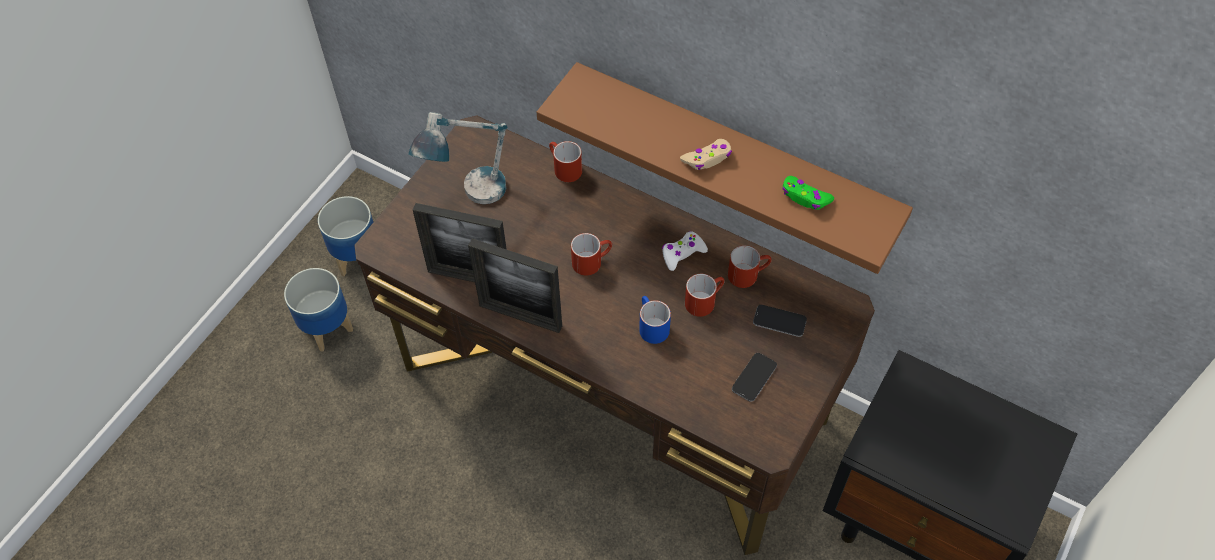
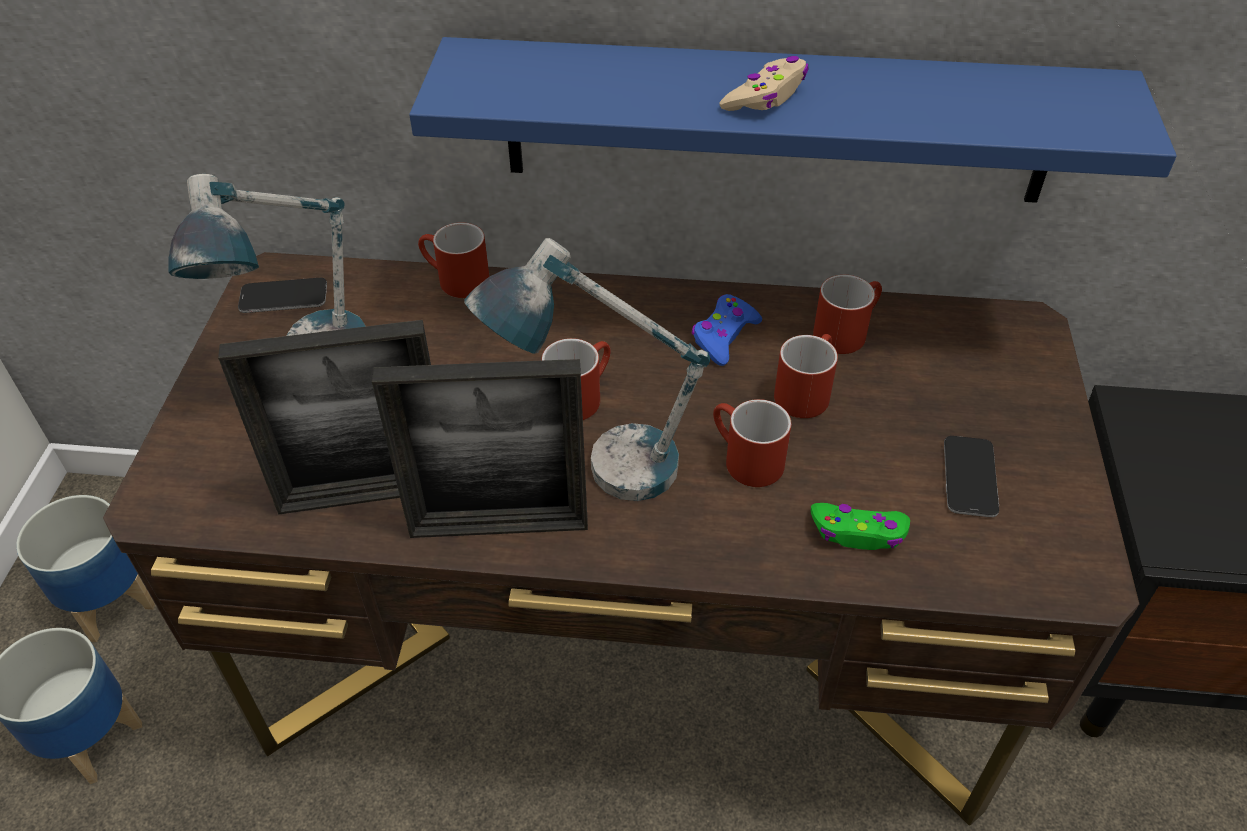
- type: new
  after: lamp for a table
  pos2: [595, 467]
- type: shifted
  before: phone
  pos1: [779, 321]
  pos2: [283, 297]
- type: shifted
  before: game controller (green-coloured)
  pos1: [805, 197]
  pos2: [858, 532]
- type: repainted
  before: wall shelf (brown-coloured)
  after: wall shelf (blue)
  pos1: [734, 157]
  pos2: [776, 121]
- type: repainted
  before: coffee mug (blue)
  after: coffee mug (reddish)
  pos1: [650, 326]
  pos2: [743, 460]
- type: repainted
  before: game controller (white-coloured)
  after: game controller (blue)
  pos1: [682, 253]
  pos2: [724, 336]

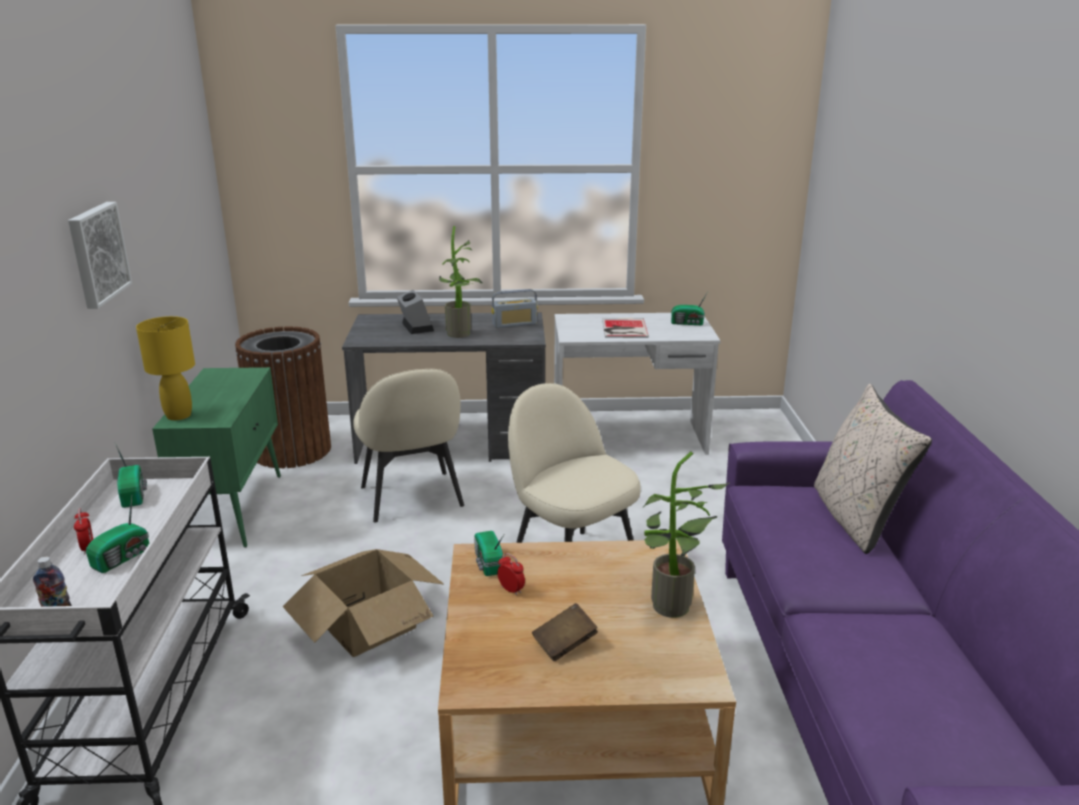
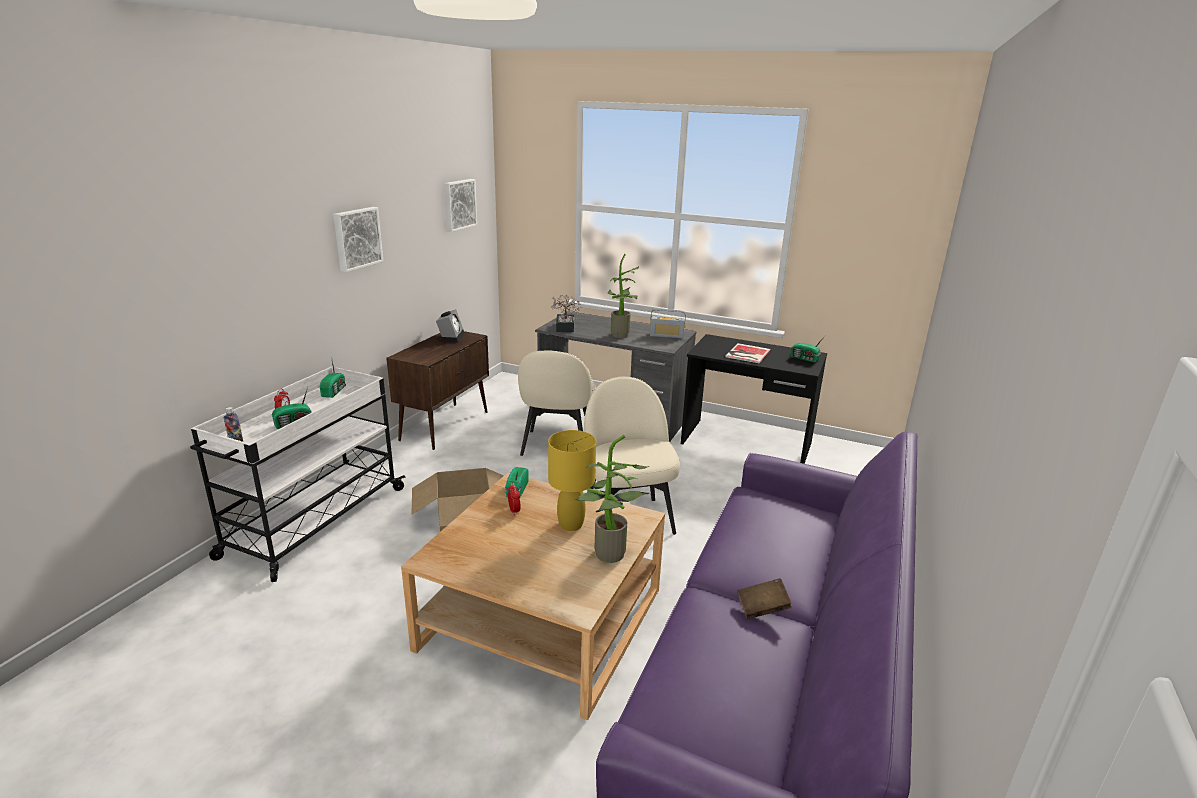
- type: gone
  before: rubbish bin (brown-coloured)
  pos1: [291, 450]
- type: gone
  before: pillow (beige)
  pos1: [855, 518]
- type: new
  after: wall art
  pos2: [458, 204]
- type: new
  after: houseplant
  pos2: [564, 329]
- type: shifted
  before: lamp for a table (yellowish)
  pos1: [179, 415]
  pos2: [571, 524]
- type: shifted
  before: alarm clock
  pos1: [415, 327]
  pos2: [451, 337]
- type: shifted
  before: volume (brown-coloured)
  pos1: [564, 644]
  pos2: [762, 608]
- type: repainted
  before: cupboard (green-coloured)
  after: cupboard (brown-coloured)
  pos1: [234, 509]
  pos2: [445, 425]
- type: repainted
  before: desk unit (white-coloured)
  after: desk unit (black-coloured)
  pos1: [629, 439]
  pos2: [746, 444]

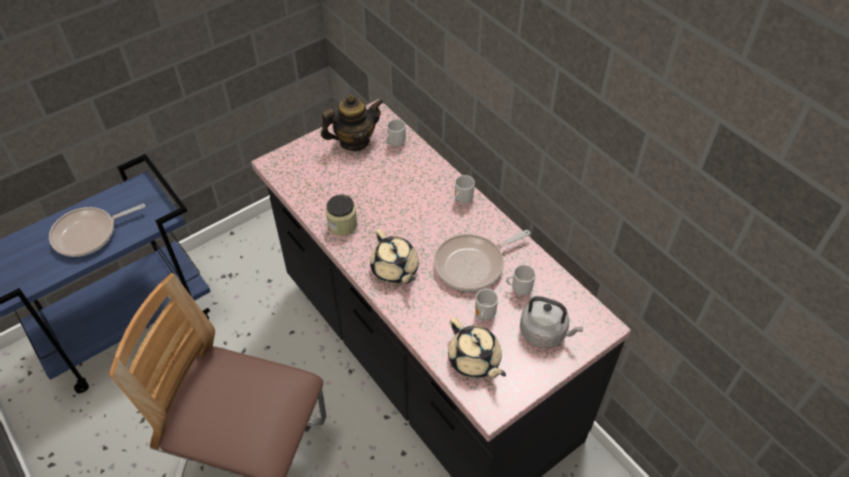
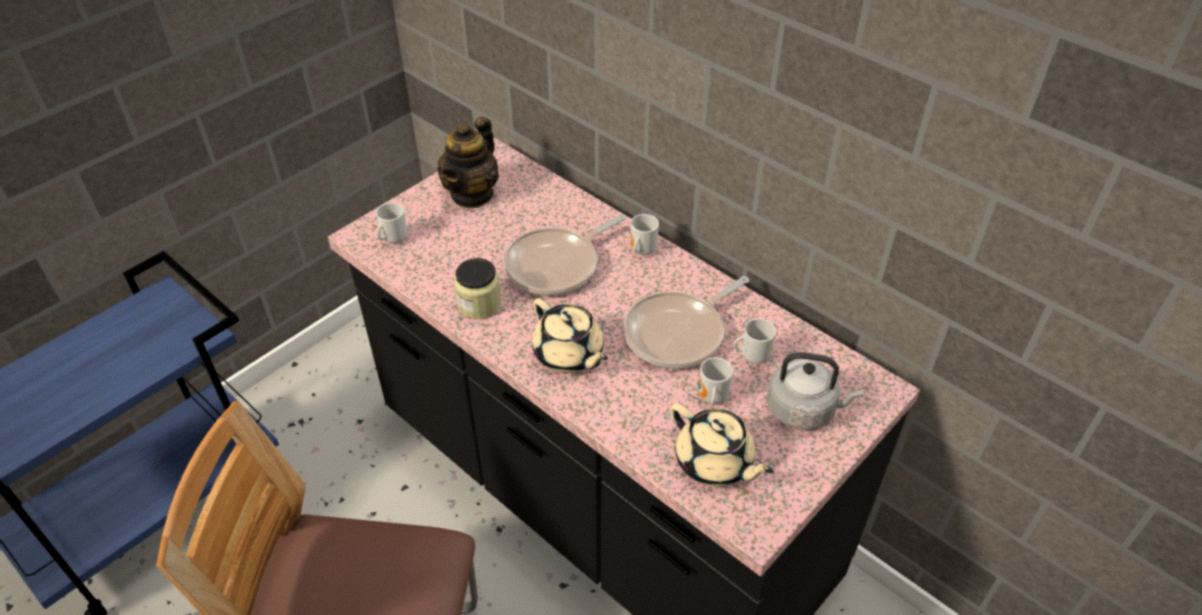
- type: shifted
  before: pan
  pos1: [89, 234]
  pos2: [557, 265]
- type: shifted
  before: coffee mug
  pos1: [395, 143]
  pos2: [393, 239]
- type: rotated
  before: pot for tea
  pos1: [354, 141]
  pos2: [472, 194]
  turn: 150

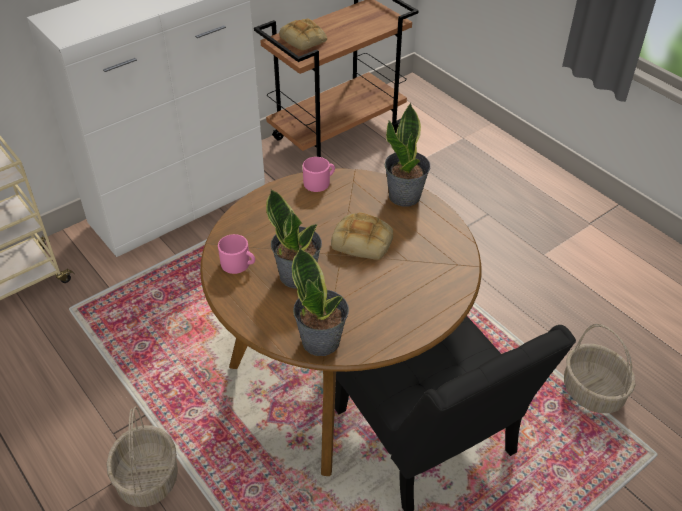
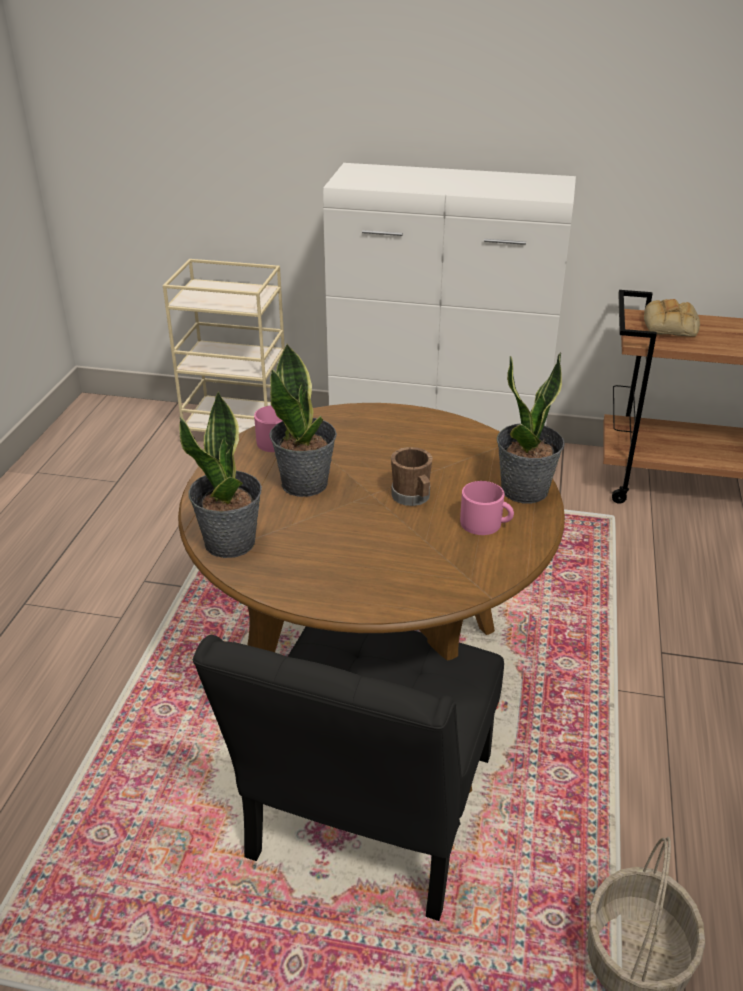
- type: gone
  before: storage basket
  pos1: [147, 478]
- type: shifted
  before: coffee mug (pink)
  pos1: [319, 182]
  pos2: [486, 524]
- type: swapped
  before: bread
  after: coffee mug (brown-coloured)
  pos1: [363, 240]
  pos2: [413, 498]

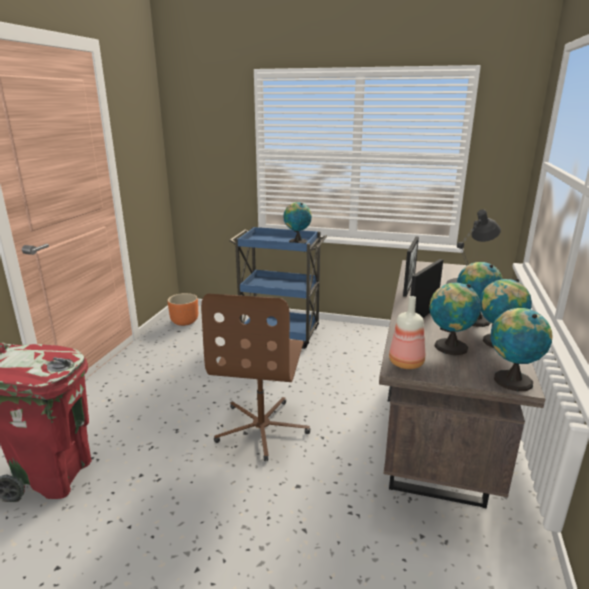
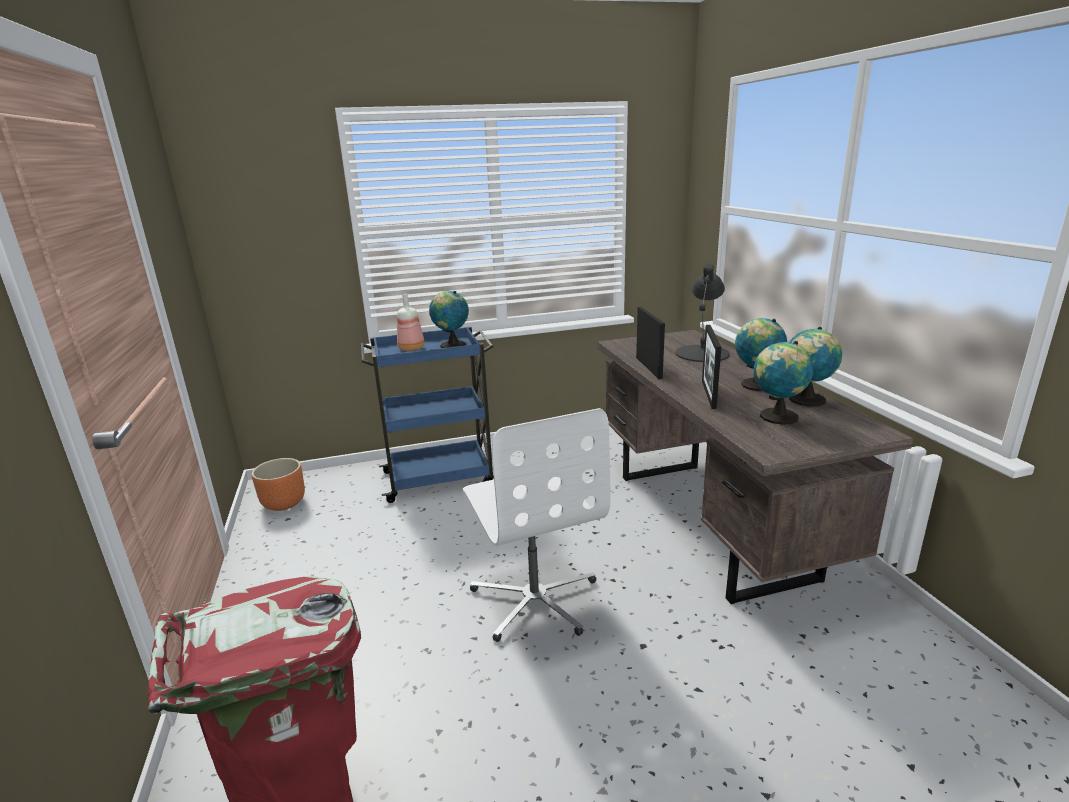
- type: gone
  before: globe
  pos1: [510, 379]
- type: shifted
  before: drink bottle
  pos1: [407, 363]
  pos2: [412, 348]
- type: repainted
  before: computer chair (brown-coloured)
  after: computer chair (white-coloured)
  pos1: [262, 428]
  pos2: [535, 598]

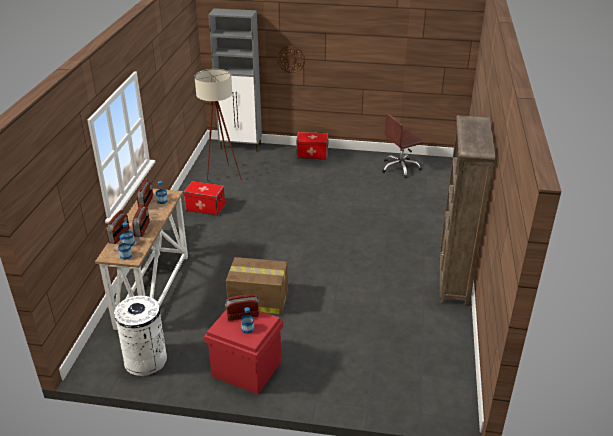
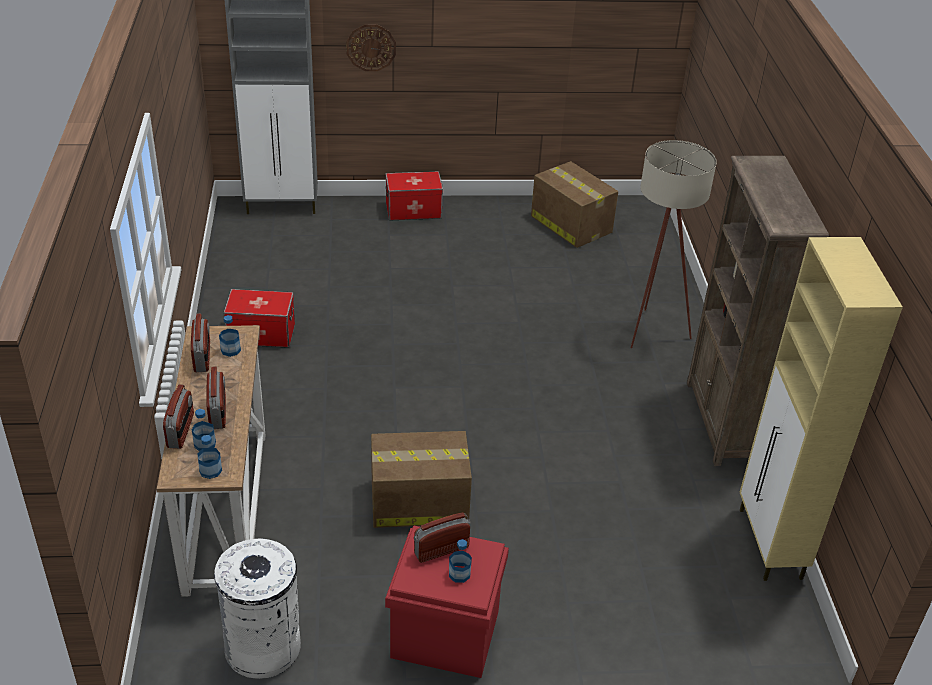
- type: new
  after: cupboard (beige)
  pos2: [770, 544]
- type: shifted
  before: standing lamp (beige)
  pos1: [221, 177]
  pos2: [649, 335]
- type: swapped
  before: computer chair (brown-coloured)
  after: carton
  pos1: [400, 168]
  pos2: [570, 223]

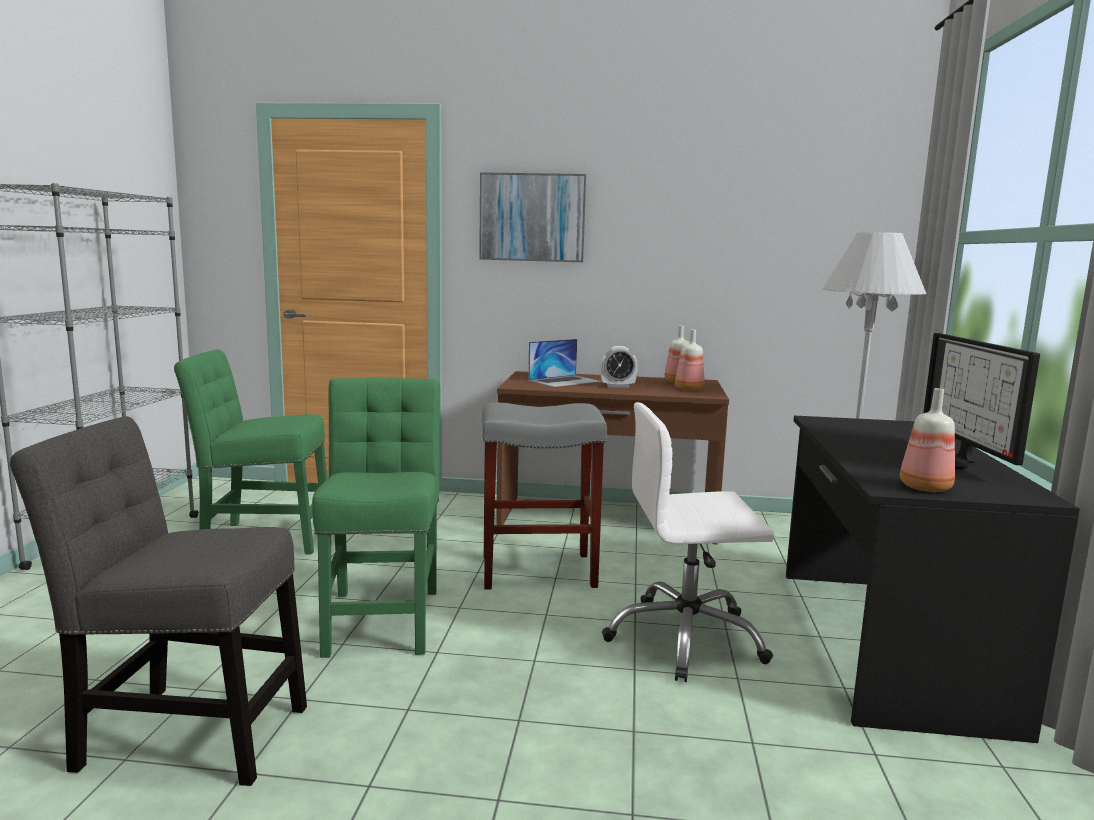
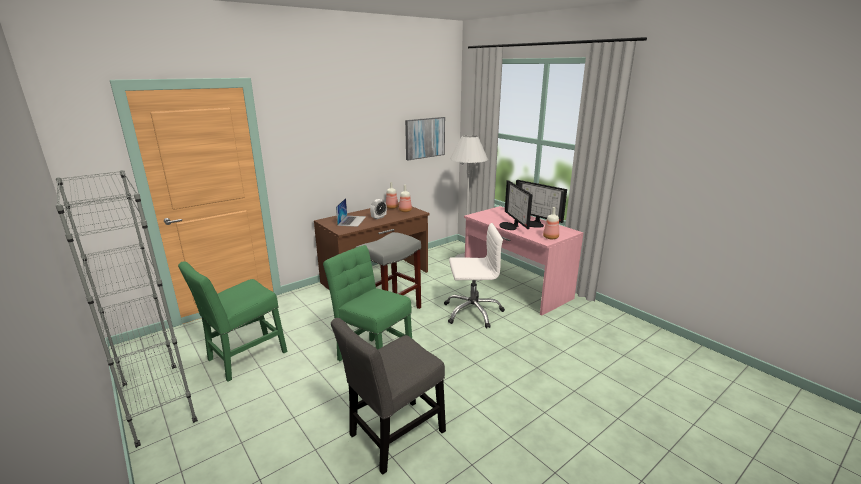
- type: new
  after: computer display
  pos2: [510, 226]
- type: shifted
  before: wall art
  pos1: [532, 217]
  pos2: [424, 138]
- type: repainted
  before: desk unit (black-coloured)
  after: desk unit (pink)
  pos1: [882, 642]
  pos2: [515, 287]
- type: rotated
  before: computer chair (white-coloured)
  pos1: [685, 638]
  pos2: [472, 312]
  turn: -135

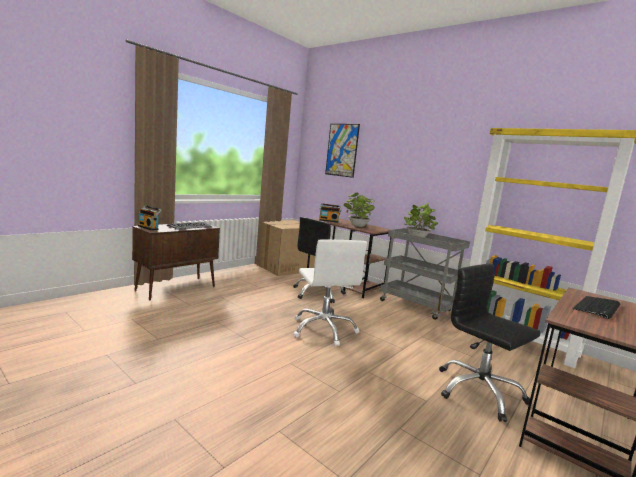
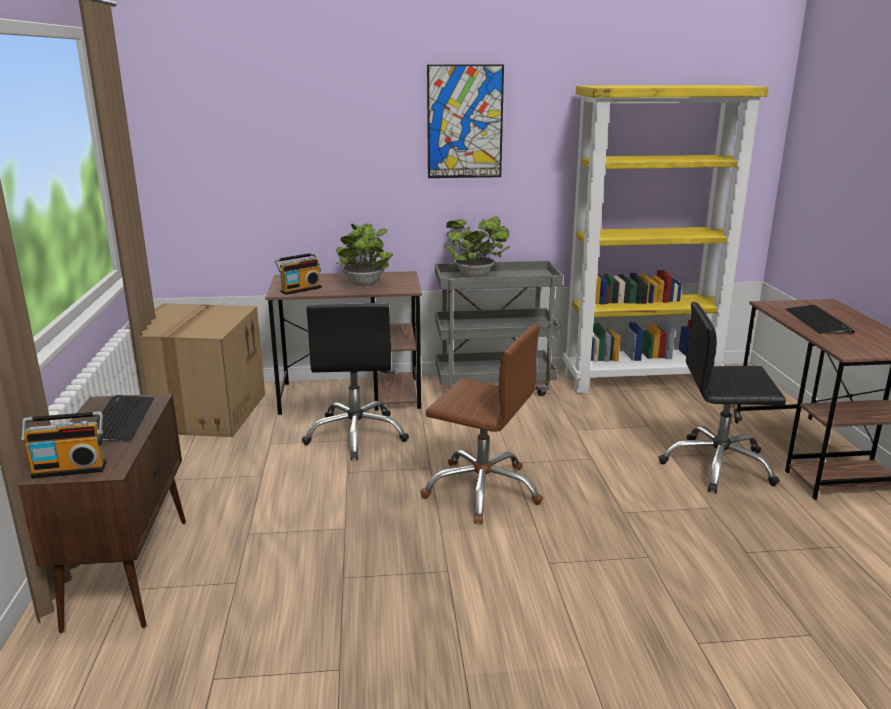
- type: shifted
  before: wall art
  pos1: [342, 150]
  pos2: [465, 122]
- type: repainted
  before: computer chair (white-coloured)
  after: computer chair (brown-coloured)
  pos1: [324, 329]
  pos2: [482, 490]

